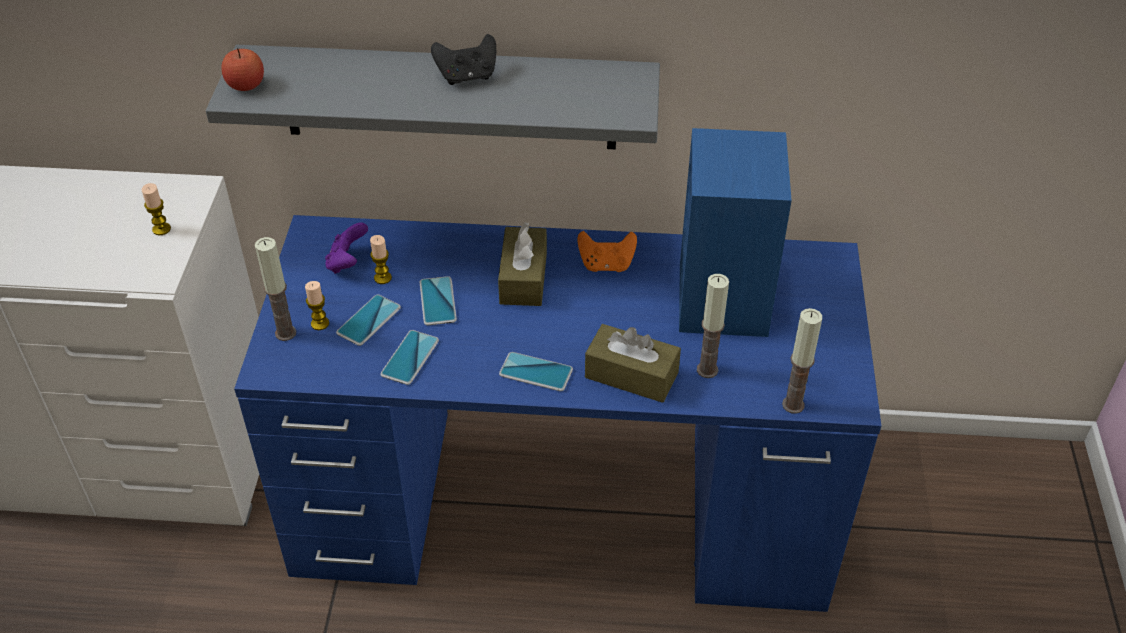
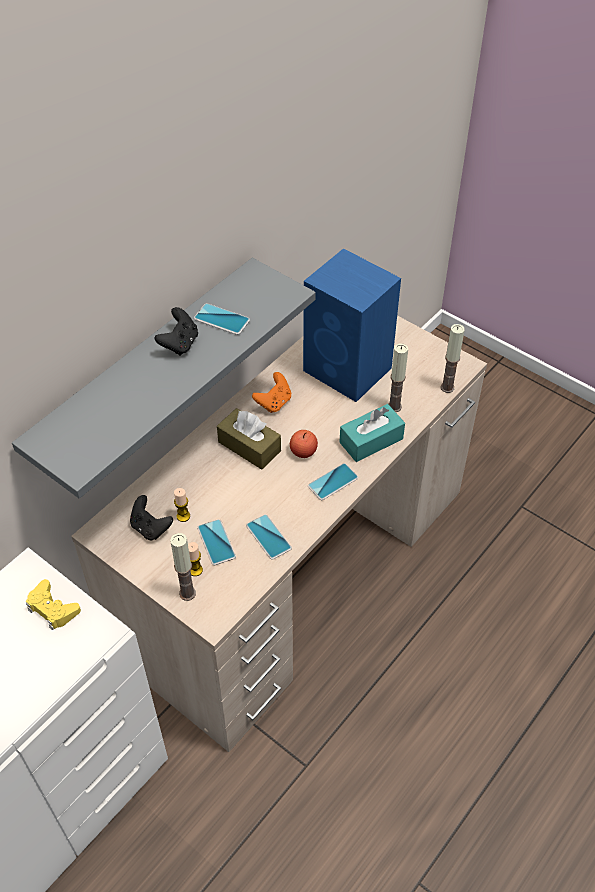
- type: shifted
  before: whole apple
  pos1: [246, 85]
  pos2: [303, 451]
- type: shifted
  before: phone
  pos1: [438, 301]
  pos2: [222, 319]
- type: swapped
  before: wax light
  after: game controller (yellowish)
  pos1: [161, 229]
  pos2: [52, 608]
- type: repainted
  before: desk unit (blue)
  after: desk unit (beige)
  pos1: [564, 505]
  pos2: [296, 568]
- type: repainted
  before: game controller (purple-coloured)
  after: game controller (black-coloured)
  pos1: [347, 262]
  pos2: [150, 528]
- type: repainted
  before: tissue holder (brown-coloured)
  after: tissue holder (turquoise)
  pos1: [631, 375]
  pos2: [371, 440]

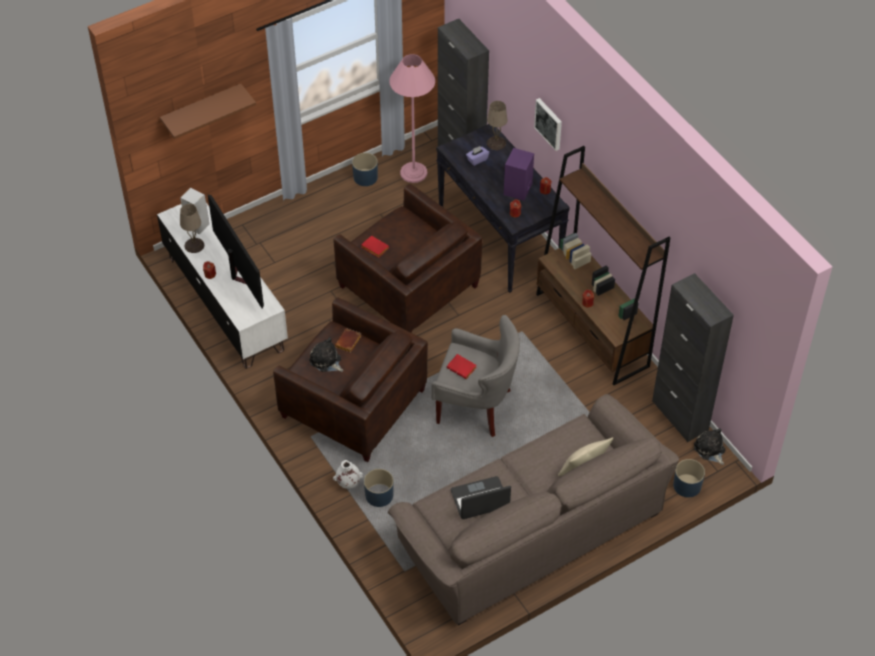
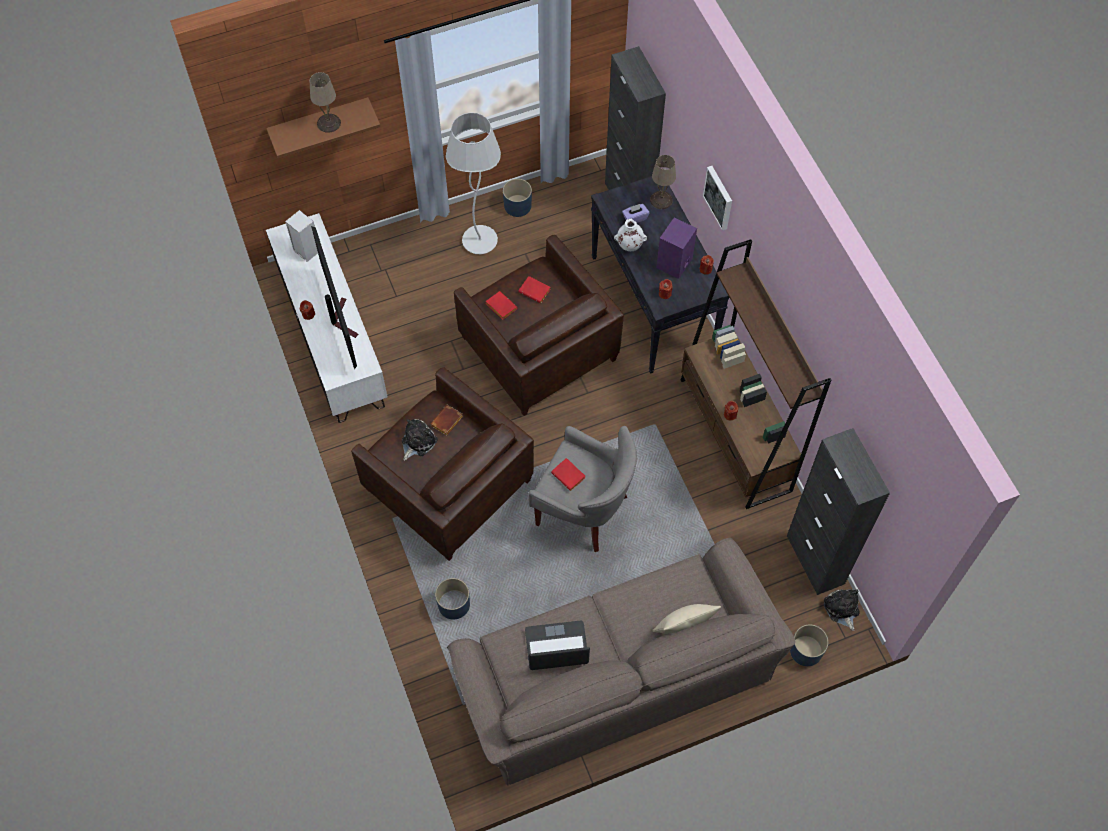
- type: gone
  before: standing lamp (pink)
  pos1: [413, 172]
- type: new
  after: standing lamp (white-coloured)
  pos2: [480, 241]
- type: new
  after: volume (reddish)
  pos2: [535, 291]
- type: shifted
  before: lamp for a table (beige)
  pos1: [194, 245]
  pos2: [329, 123]
- type: shifted
  before: decorative vase (white-coloured)
  pos1: [348, 483]
  pos2: [629, 246]
- type: rotated
  before: cuddly toy
  pos1: [326, 361]
  pos2: [417, 442]
  turn: 75

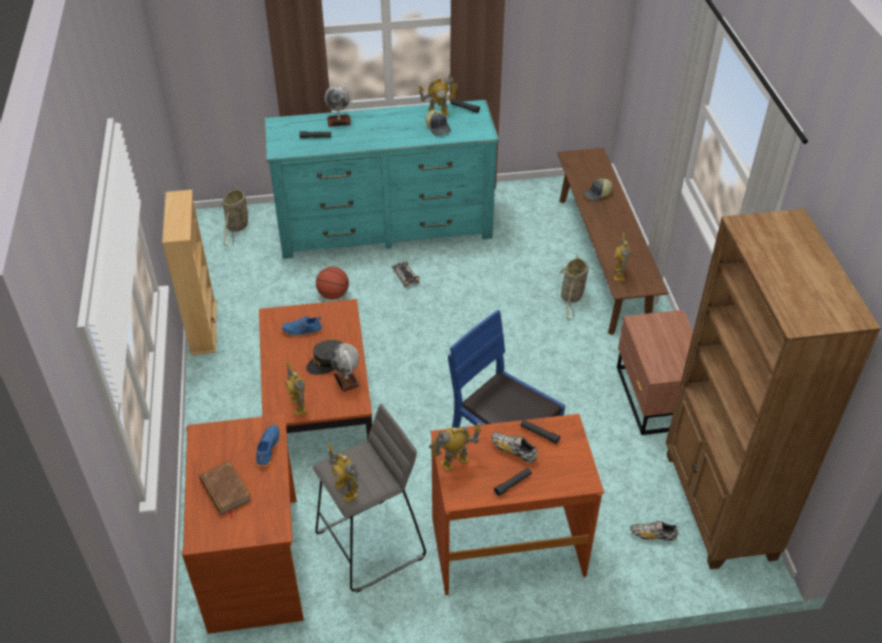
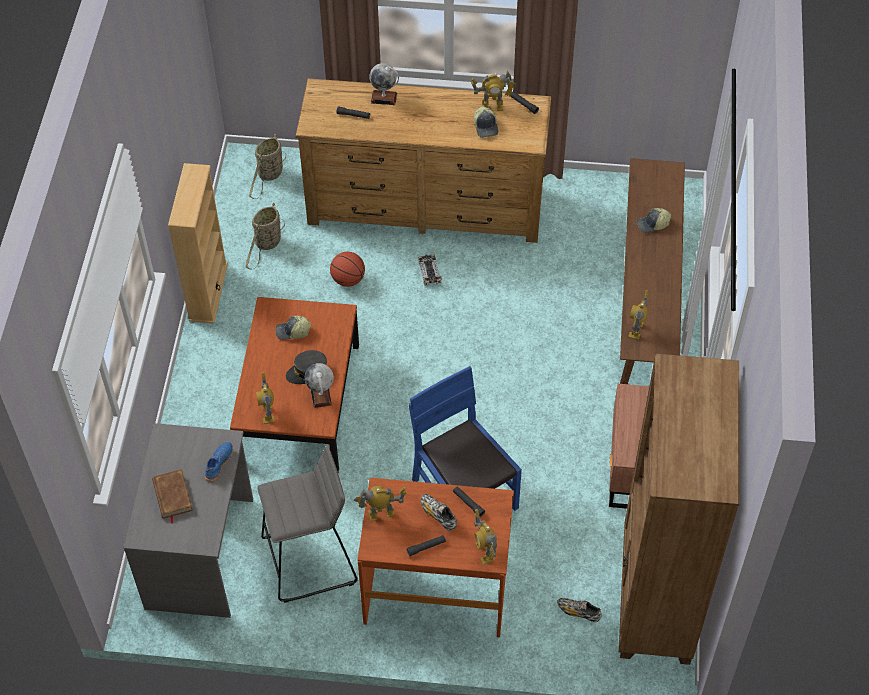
- type: shifted
  before: robot figure
  pos1: [345, 490]
  pos2: [484, 552]
- type: shifted
  before: storage basket
  pos1: [571, 297]
  pos2: [267, 244]
- type: swapped
  before: item of footwear (blue)
  after: cap
  pos1: [302, 331]
  pos2: [293, 332]
- type: repainted
  before: desk unit (brown-coloured)
  after: desk unit (greyish)
  pos1: [256, 563]
  pos2: [201, 554]
- type: repainted
  before: drawer chest (turquoise)
  after: drawer chest (brown-coloured)
  pos1: [385, 227]
  pos2: [426, 205]

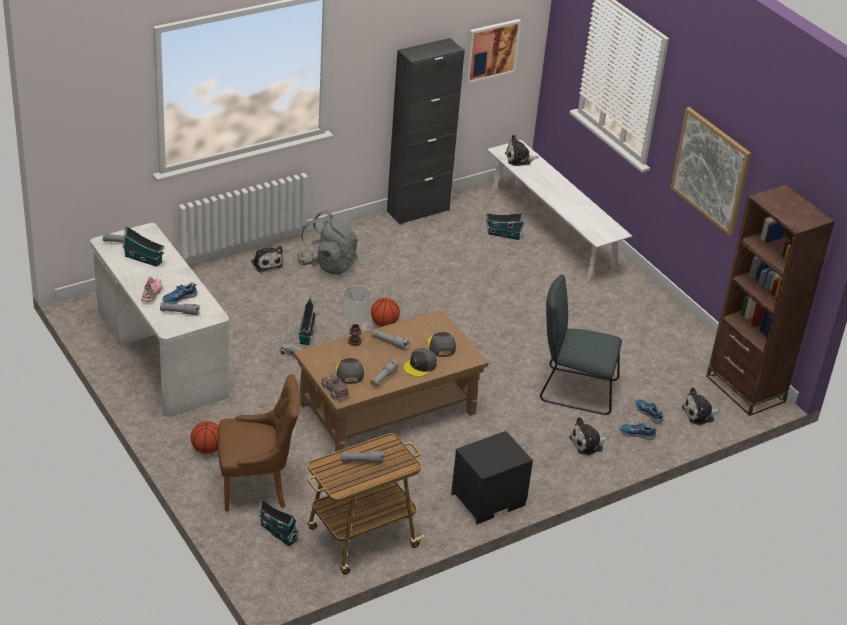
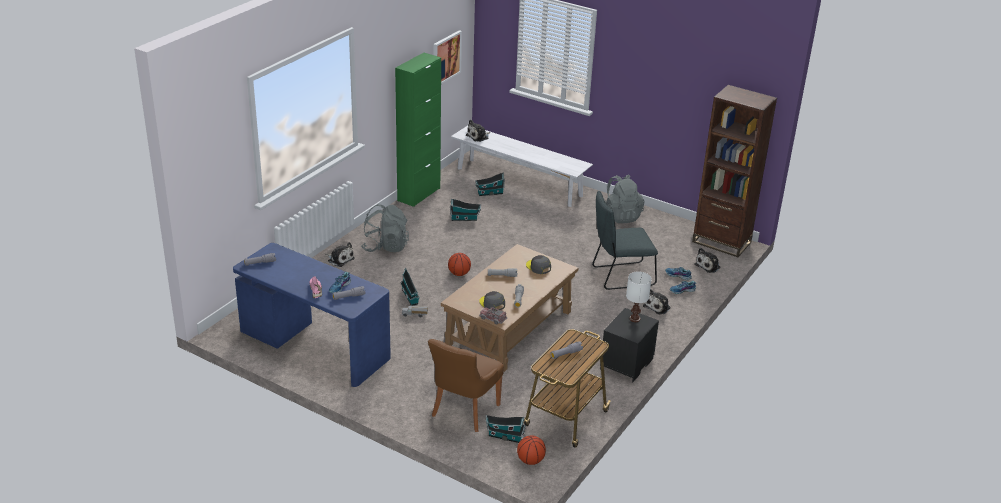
- type: gone
  before: cap (greyish)
  pos1: [420, 366]
- type: gone
  before: wall art
  pos1: [711, 170]
- type: new
  after: rucksack (greyish)
  pos2: [620, 216]
- type: shifted
  before: toy house
  pos1: [144, 259]
  pos2: [465, 219]
- type: shifted
  before: basketball
  pos1: [207, 449]
  pos2: [530, 460]
- type: shifted
  before: lamp for a table (white-coloured)
  pos1: [354, 342]
  pos2: [635, 319]
- type: repainted
  before: desk unit (white-coloured)
  after: desk unit (blue)
  pos1: [160, 355]
  pos2: [314, 346]
- type: repainted
  before: cupboard (black-coloured)
  after: cupboard (green-coloured)
  pos1: [418, 211]
  pos2: [419, 194]
- type: rotated
  before: plain chair (brown-coloured)
  pos1: [257, 487]
  pos2: [463, 411]
  turn: 150

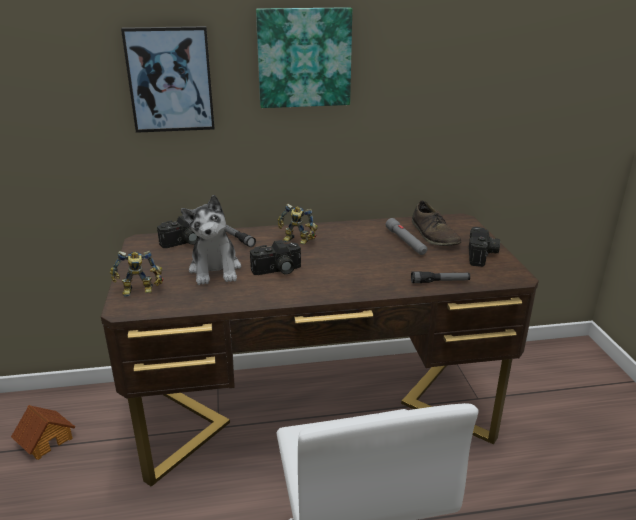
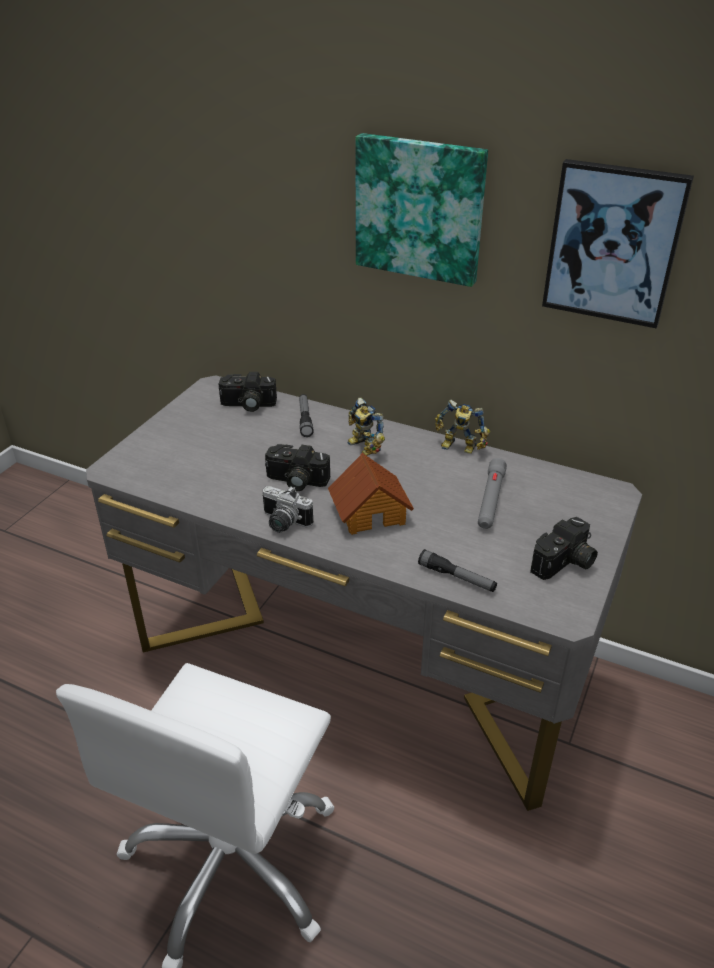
- type: gone
  before: cuddly toy
  pos1: [215, 270]
- type: gone
  before: item of footwear (brown-coloured)
  pos1: [434, 235]
- type: new
  after: photo camera
  pos2: [283, 523]
- type: shifted
  before: toy house
  pos1: [46, 440]
  pos2: [370, 512]
- type: shifted
  before: robot figure
  pos1: [139, 292]
  pos2: [459, 448]
- type: shifted
  before: wall art
  pos1: [170, 79]
  pos2: [613, 243]
- type: repainted
  before: desk unit (brown-coloured)
  after: desk unit (greyish)
  pos1: [317, 413]
  pos2: [358, 659]

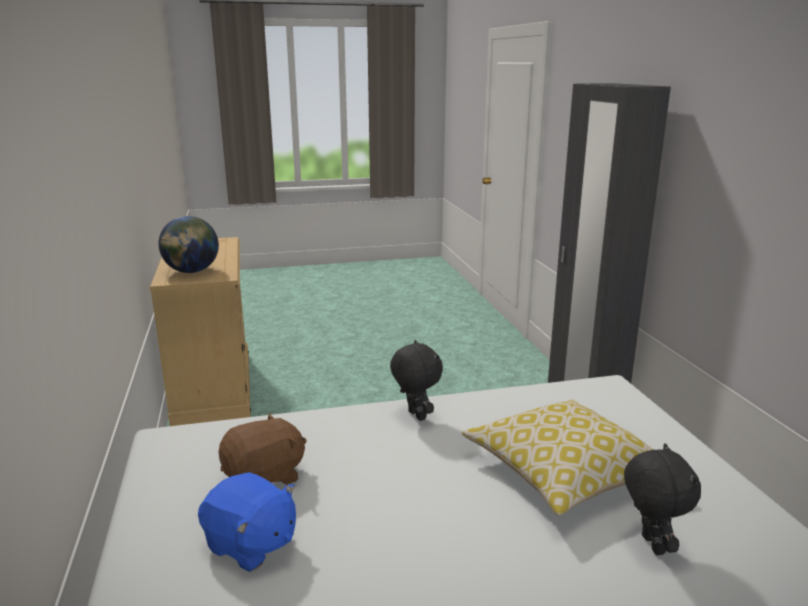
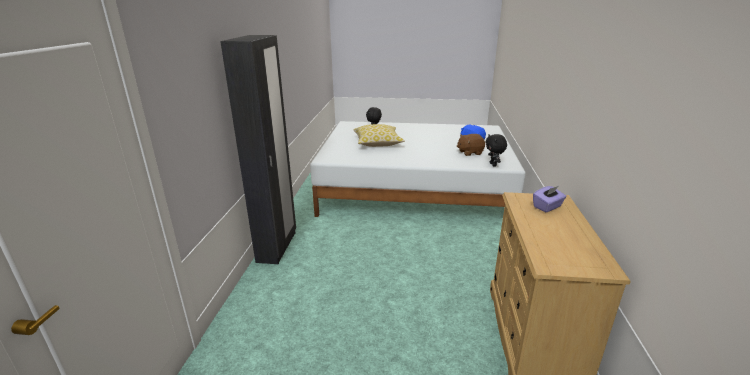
- type: shifted
  before: cuddly toy (black-coloured)
  pos1: [415, 416]
  pos2: [493, 165]
- type: swapped
  before: globe
  after: tissue holder (purple-coloured)
  pos1: [192, 271]
  pos2: [547, 207]

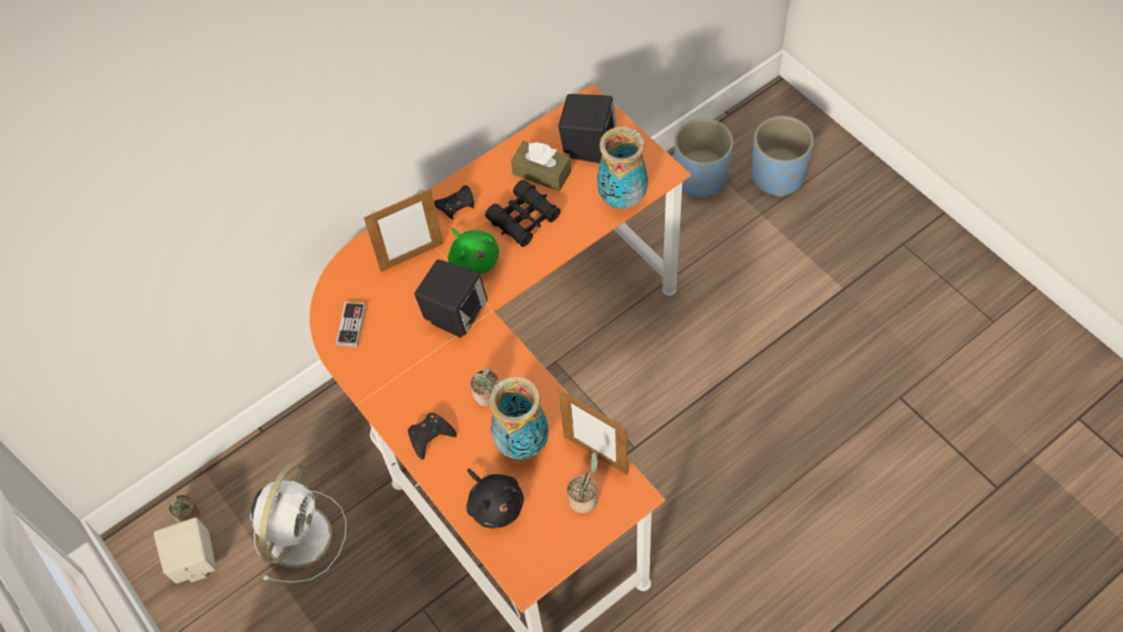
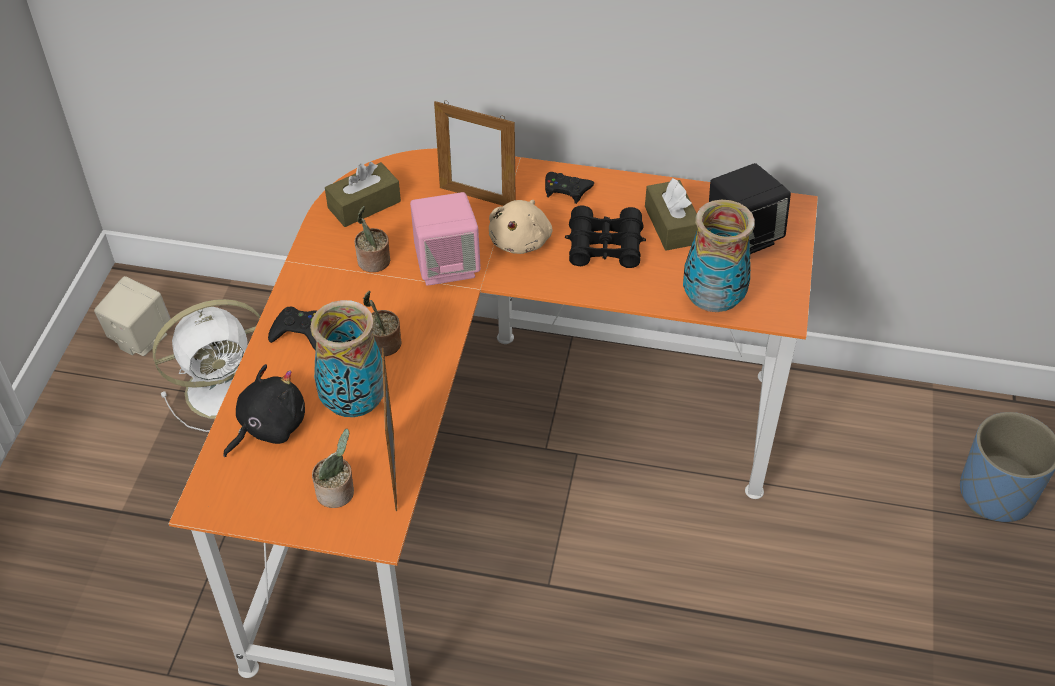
- type: gone
  before: planter (blue)
  pos1: [701, 178]
- type: shifted
  before: houseplant
  pos1: [188, 515]
  pos2: [373, 262]
- type: swapped
  before: game controller
  after: tissue holder (brown-coloured)
  pos1: [351, 325]
  pos2: [364, 205]
- type: repainted
  before: speaker (black-coloured)
  after: speaker (pink)
  pos1: [455, 315]
  pos2: [447, 266]
- type: repainted
  before: cuddly toy (green-coloured)
  after: cuddly toy (beige)
  pos1: [474, 259]
  pos2: [521, 240]
- type: rotated
  before: cuddly toy (black-coloured)
  pos1: [495, 504]
  pos2: [268, 426]
  turn: -150

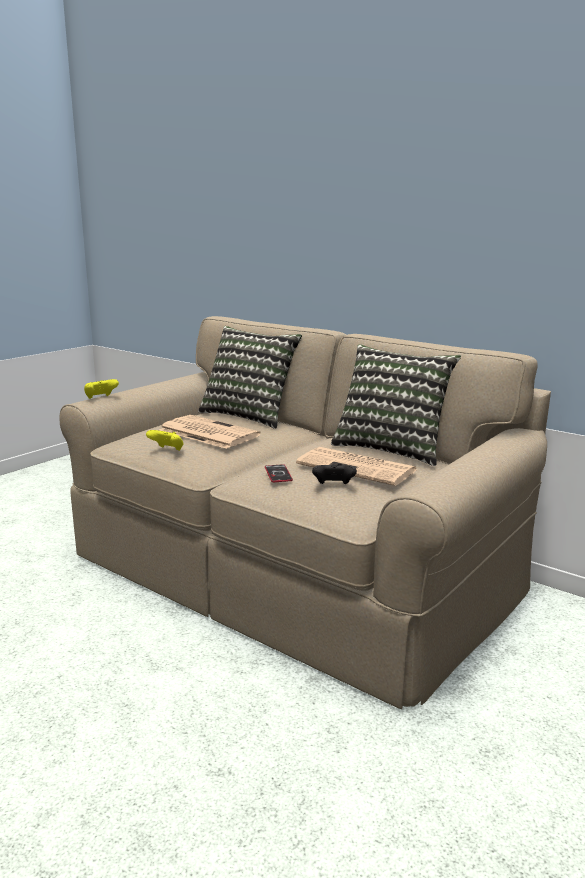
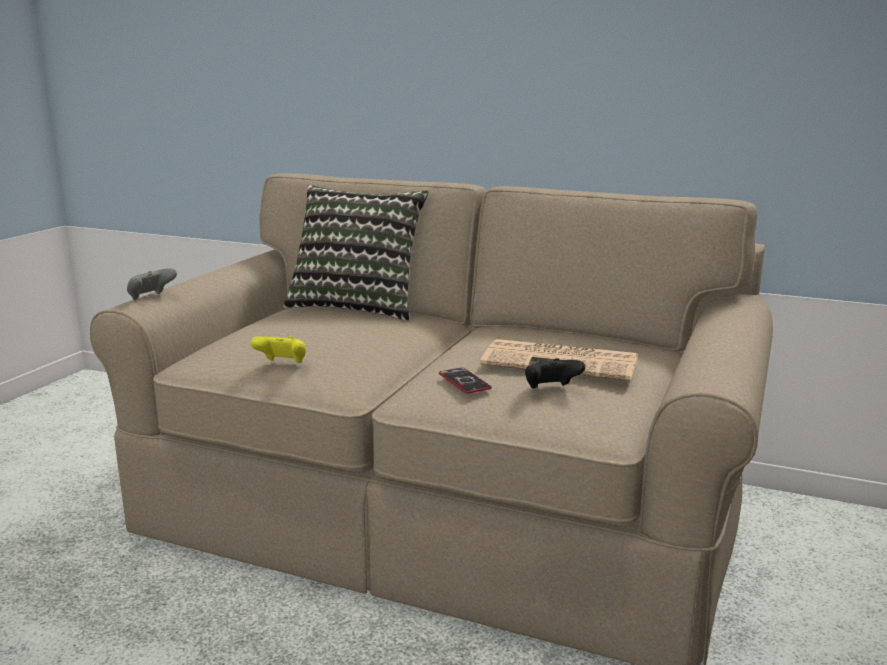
- type: gone
  before: newspaper
  pos1: [207, 433]
- type: gone
  before: pillow
  pos1: [392, 448]
- type: repainted
  before: game controller (yellowish)
  after: game controller (greyish)
  pos1: [100, 398]
  pos2: [151, 298]

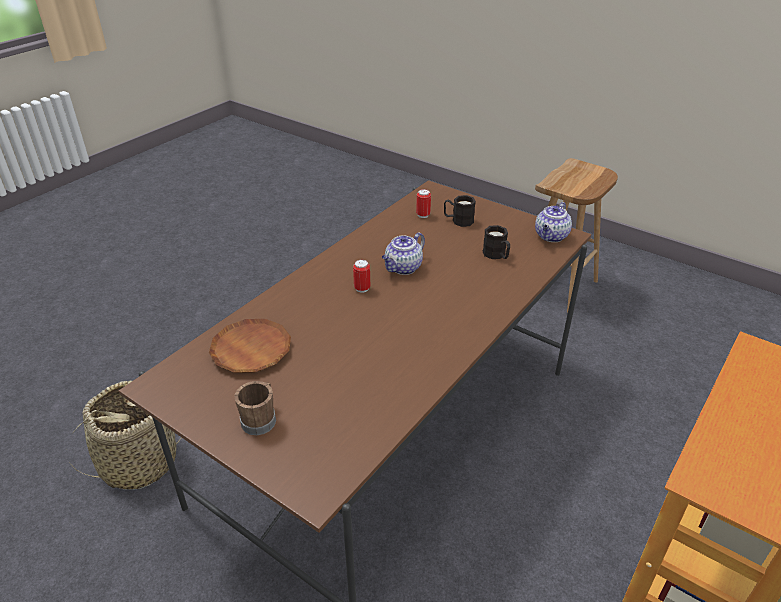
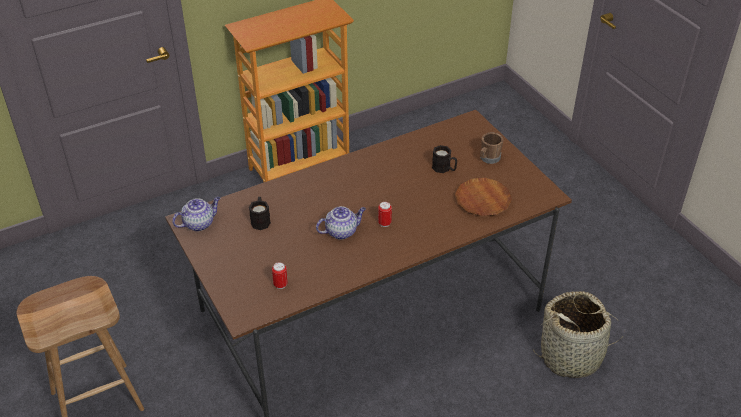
- type: shifted
  before: coffee mug (black-coloured)
  pos1: [458, 220]
  pos2: [444, 168]

